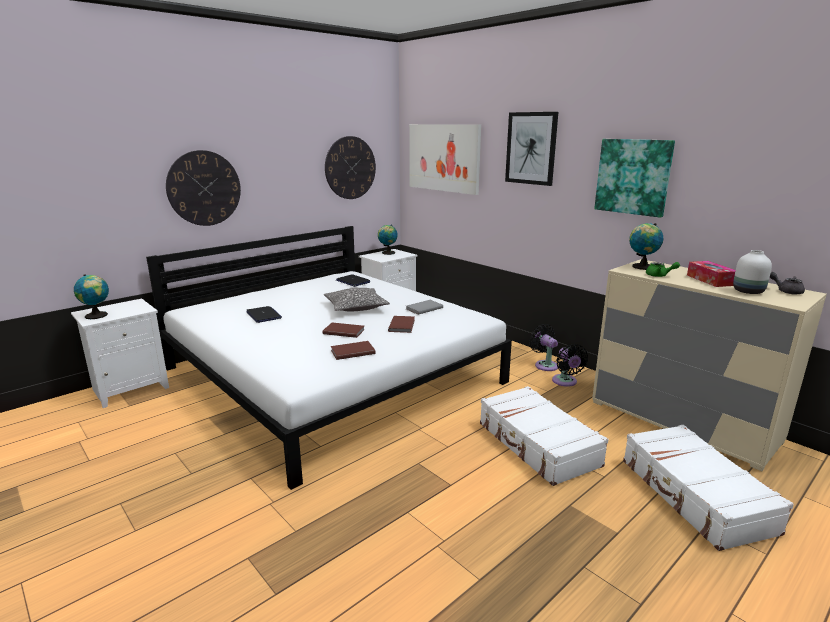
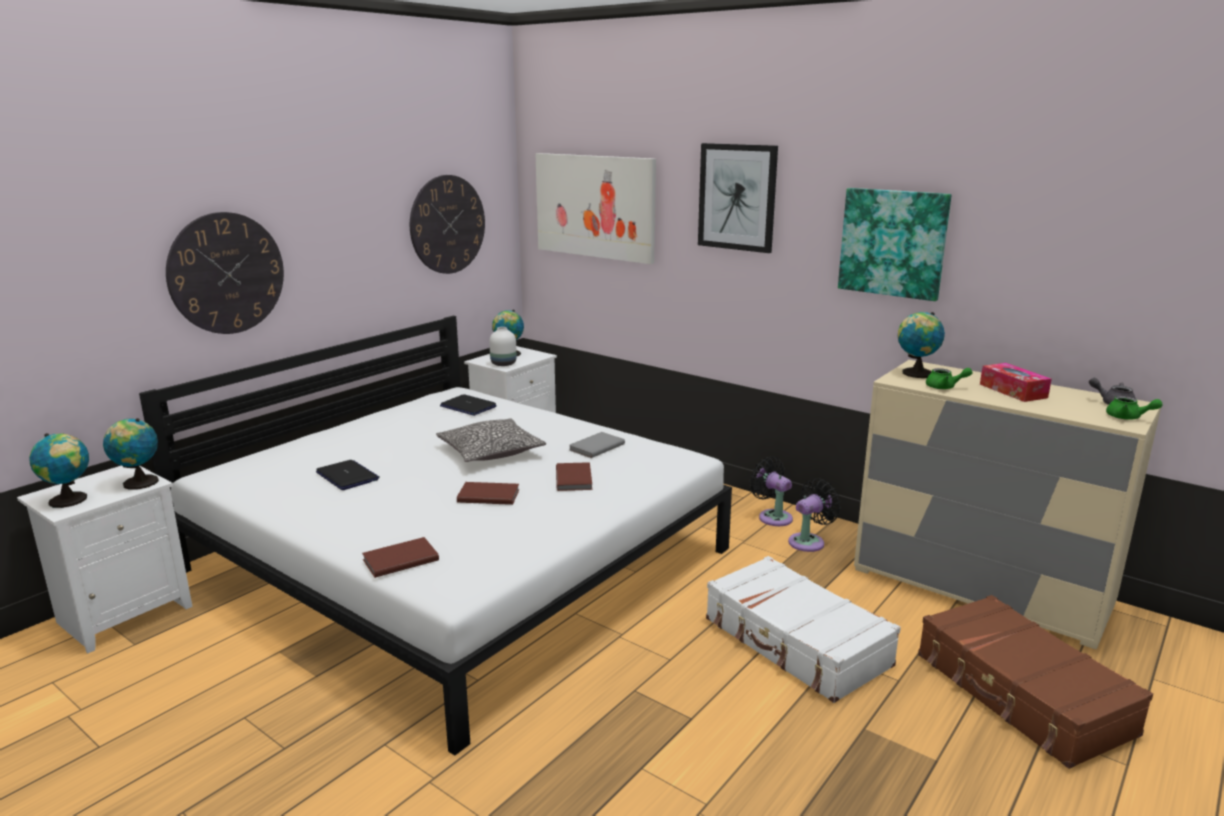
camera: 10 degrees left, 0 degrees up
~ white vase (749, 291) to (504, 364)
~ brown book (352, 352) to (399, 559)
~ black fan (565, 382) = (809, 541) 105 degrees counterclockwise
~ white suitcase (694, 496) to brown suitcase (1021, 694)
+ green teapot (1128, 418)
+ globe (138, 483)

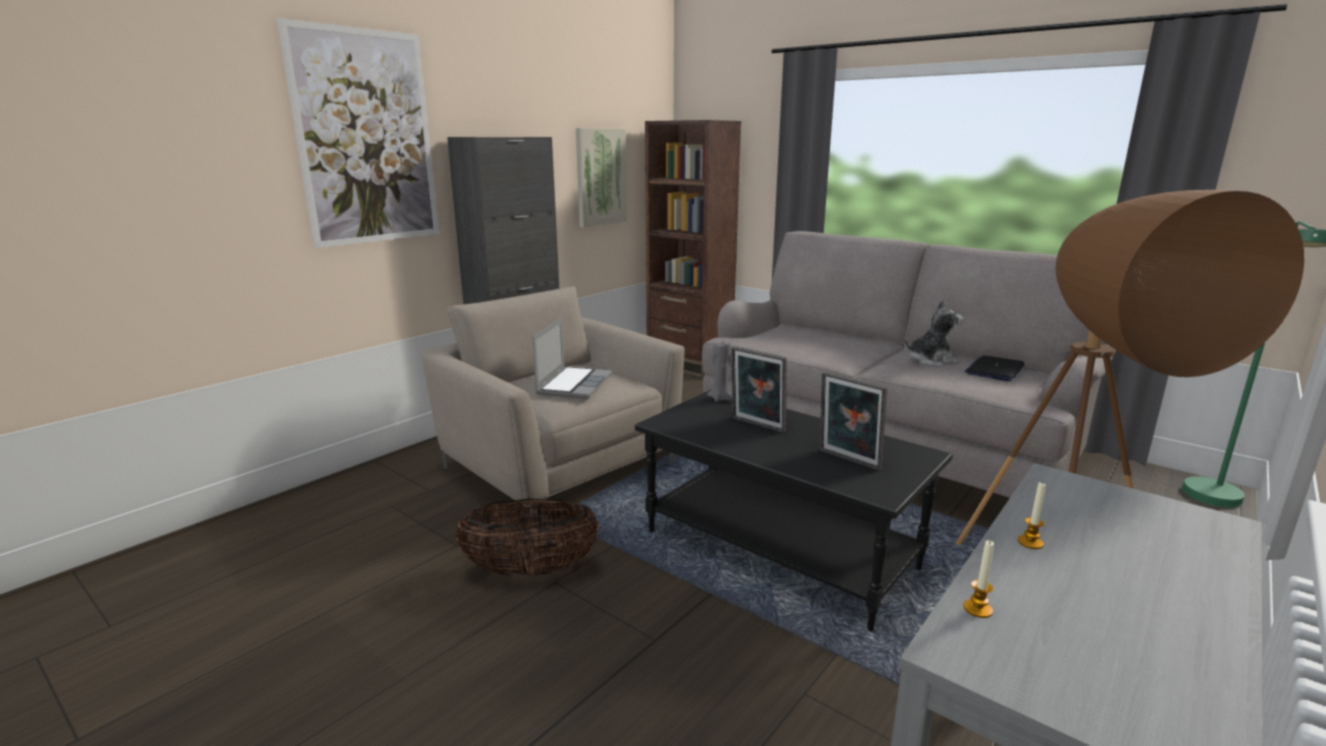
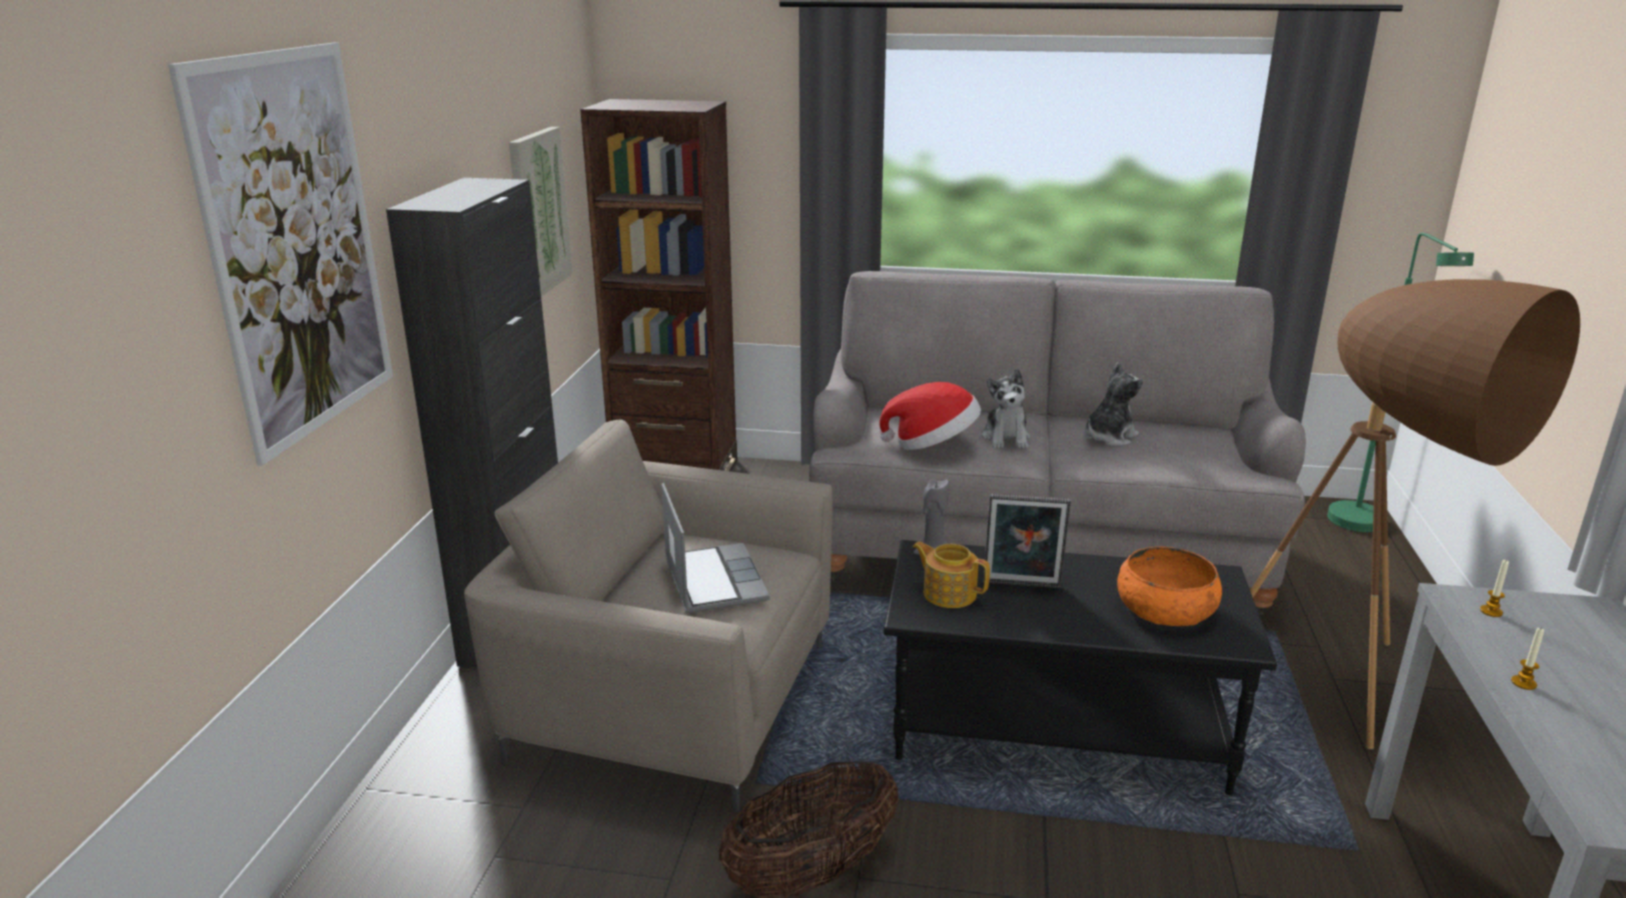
camera: 30 degrees left, 5 degrees up
- laptop (995, 370)
~ picture frame (847, 461) to orange bowl (1165, 609)
~ candle (977, 609) to (1491, 611)
+ plush toy (1006, 438)
+ hat (932, 444)
+ teapot (949, 593)

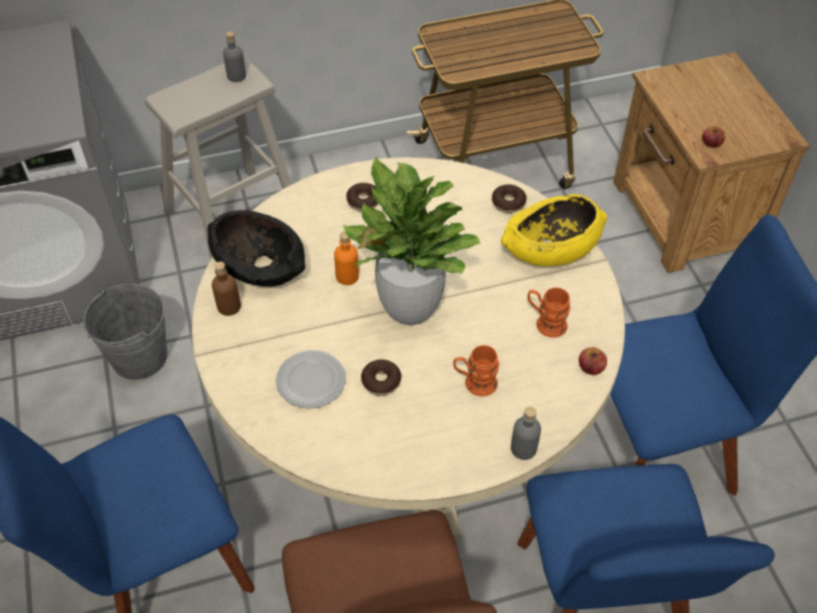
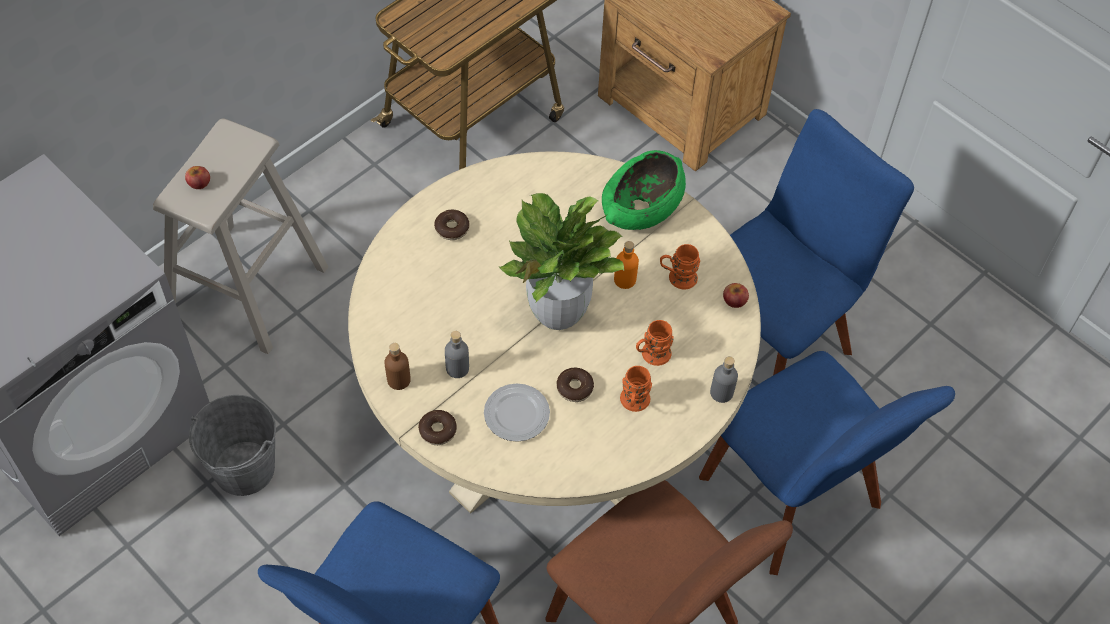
camera: 30 degrees left, 5 degrees up
~ grey bottle (236, 76) to (457, 368)
~ apple (711, 142) to (199, 182)
~ donut (508, 203) to (437, 430)
~ yellow bowl (551, 248) to green bowl (642, 207)
- black bowl (259, 265)
~ orange bottle (347, 276) to (625, 279)
+ orange mug (633, 403)

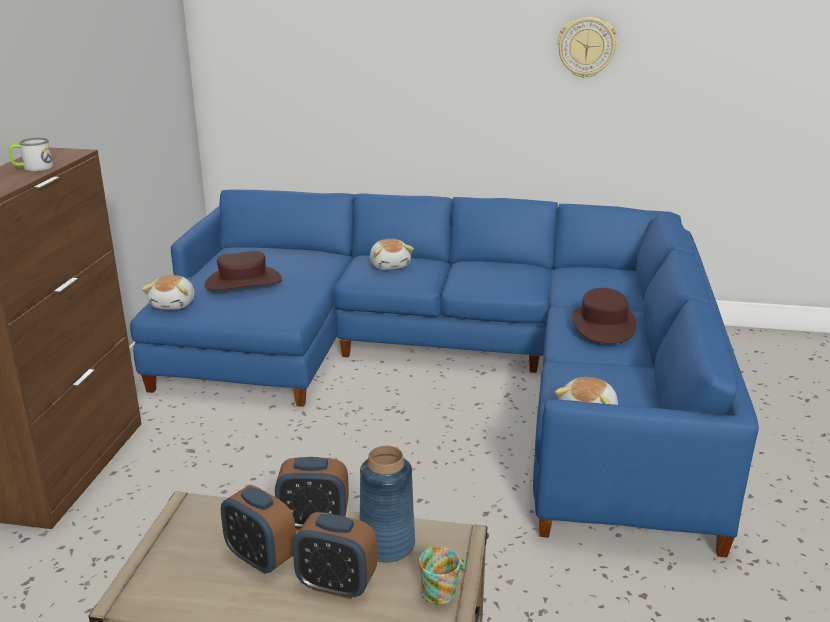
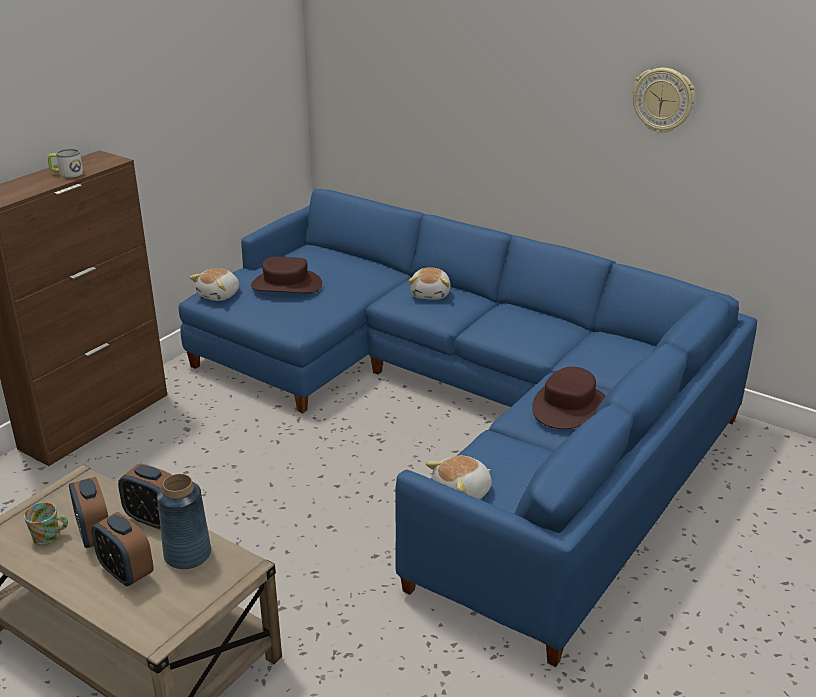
camera: 25 degrees right, 5 degrees up
~ mug (443, 590) to (50, 536)

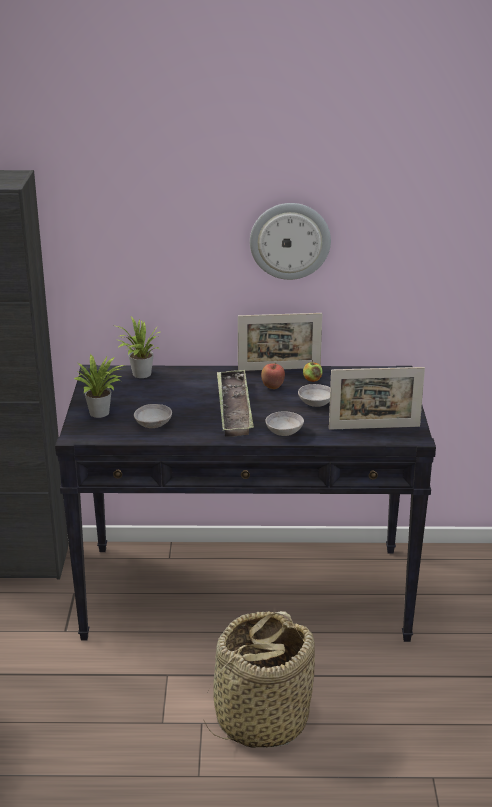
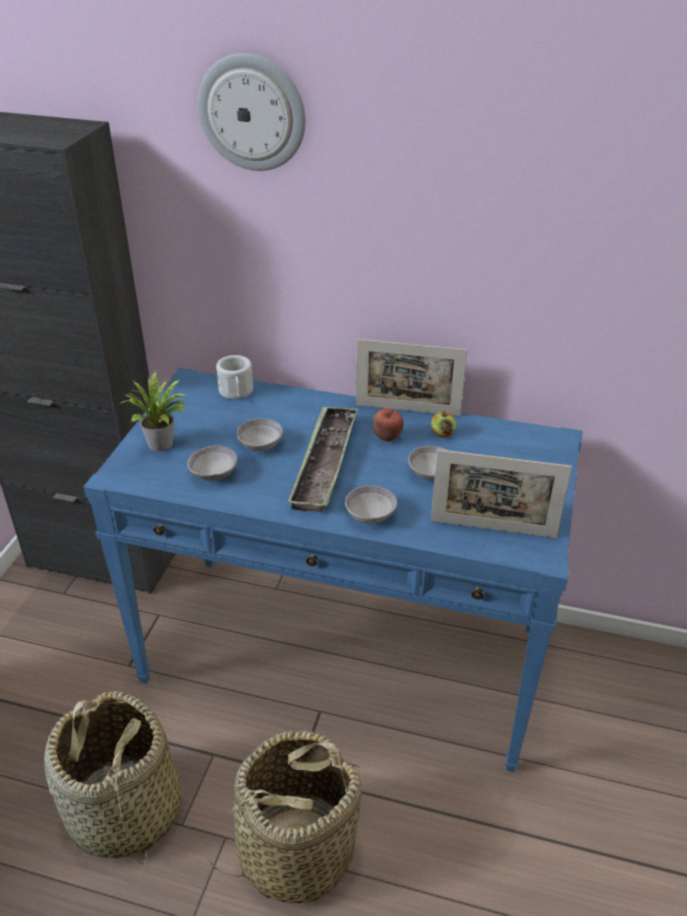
camera: 15 degrees right, 10 degrees up
~ wall clock (290, 240) to (252, 113)
~ potted plant (139, 374) to white mug (236, 392)
~ black console table (247, 592) to blue console table (344, 654)
+ grey bowl (260, 445)
+ basket (124, 811)

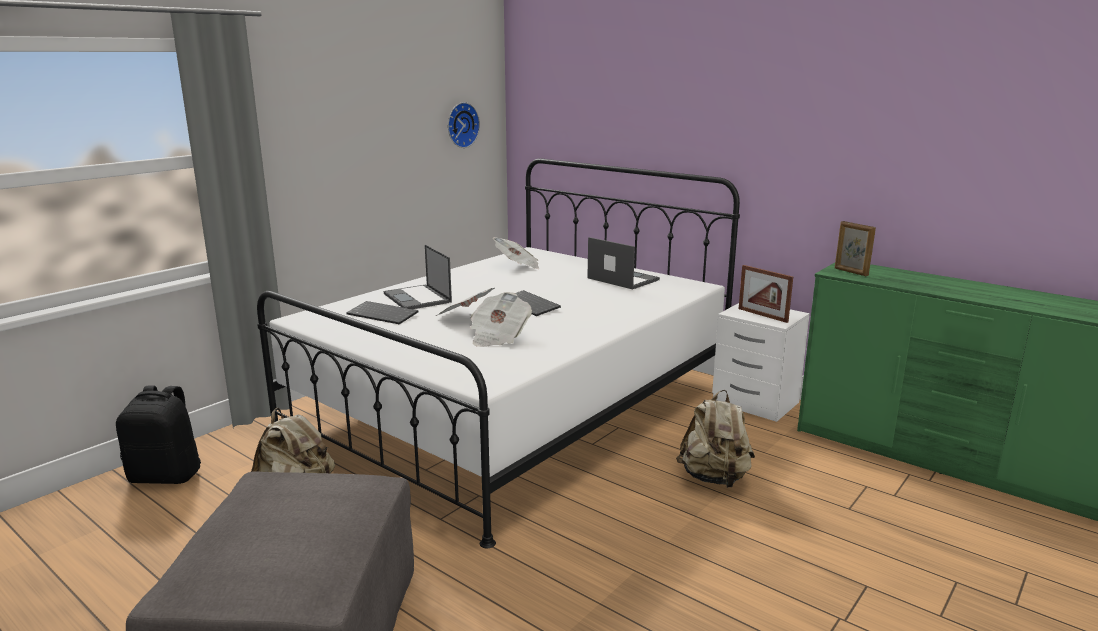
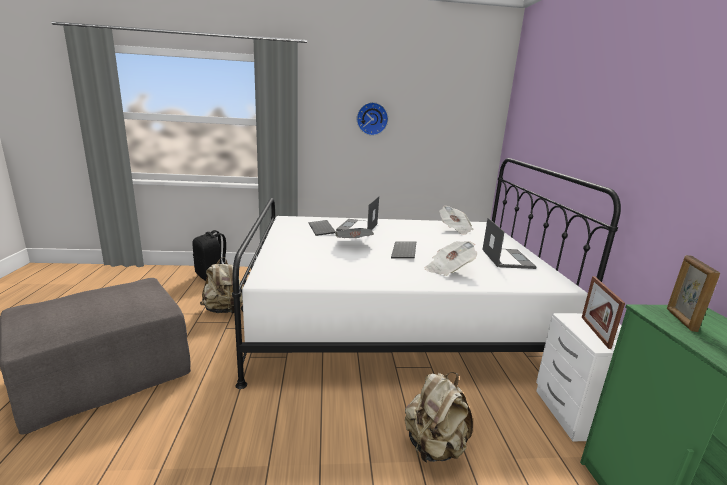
camera: 45 degrees right, 0 degrees up
~ wall clock (461, 125) to (372, 119)
~ newspaper (498, 337) to (448, 270)

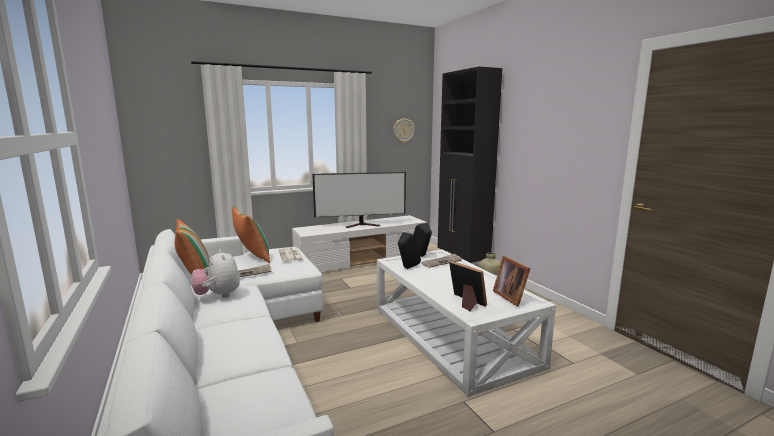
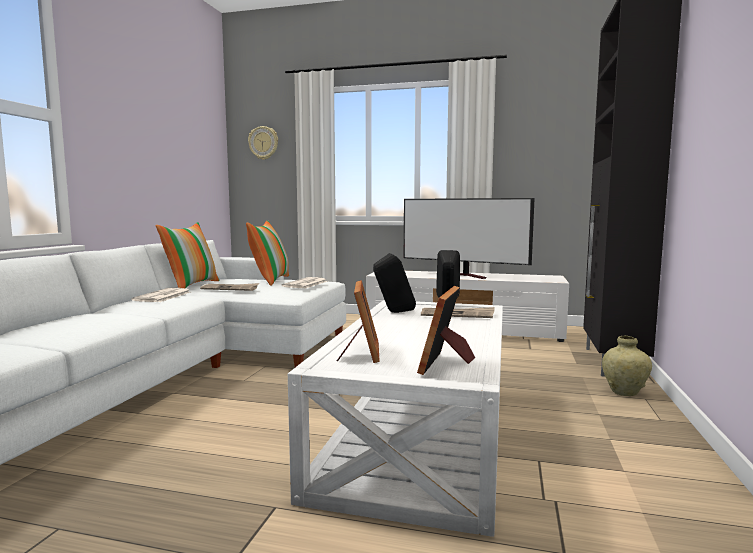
camera: 40 degrees right, 5 degrees down
~ wall clock (403, 130) to (263, 143)
~ plush toy (218, 296) to newspaper (163, 296)

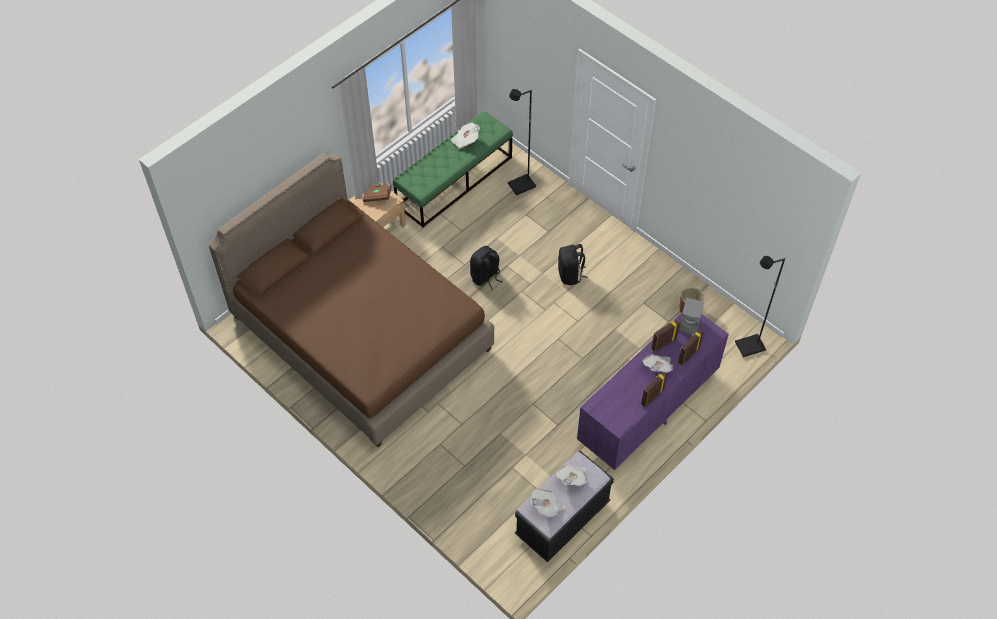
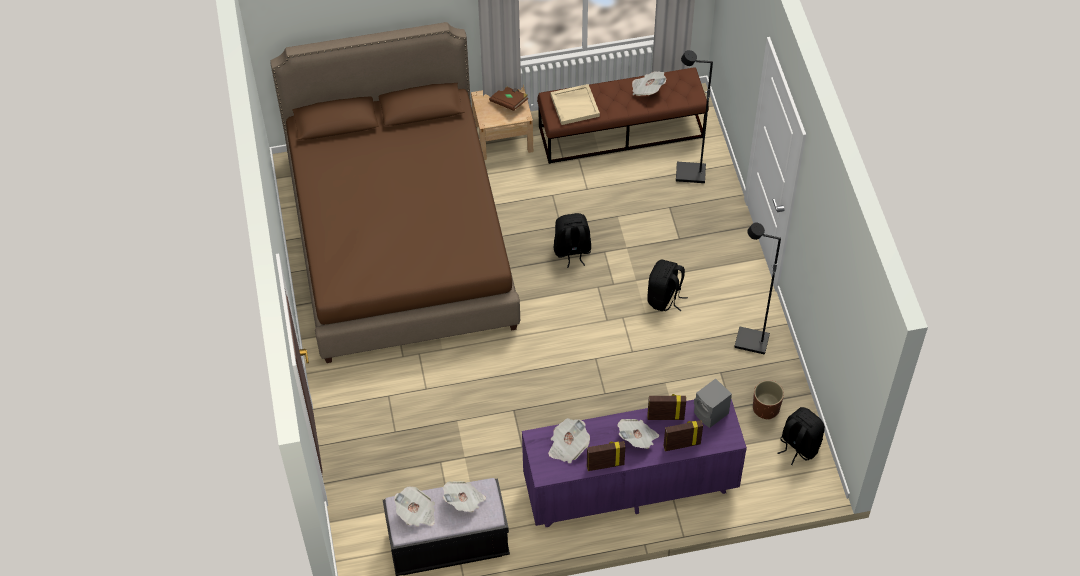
camera: 35 degrees right, 0 degrees up
~ green bench (455, 181) to brown bench (622, 131)
~ black floor lamp (750, 347) to (751, 342)
+ beige tray (575, 105)
+ black backpack (798, 446)
+ newspaper (567, 446)

